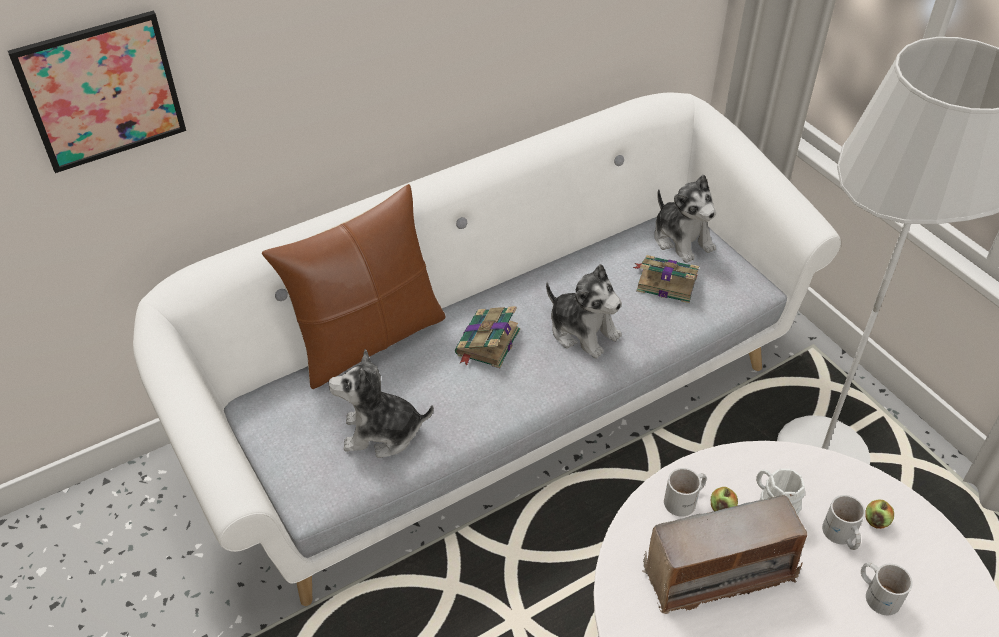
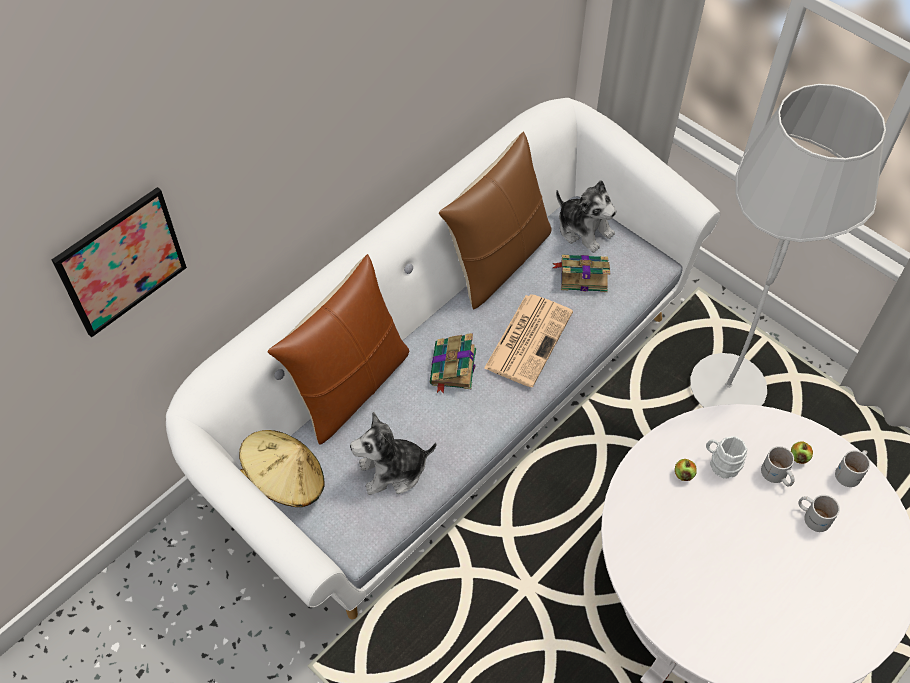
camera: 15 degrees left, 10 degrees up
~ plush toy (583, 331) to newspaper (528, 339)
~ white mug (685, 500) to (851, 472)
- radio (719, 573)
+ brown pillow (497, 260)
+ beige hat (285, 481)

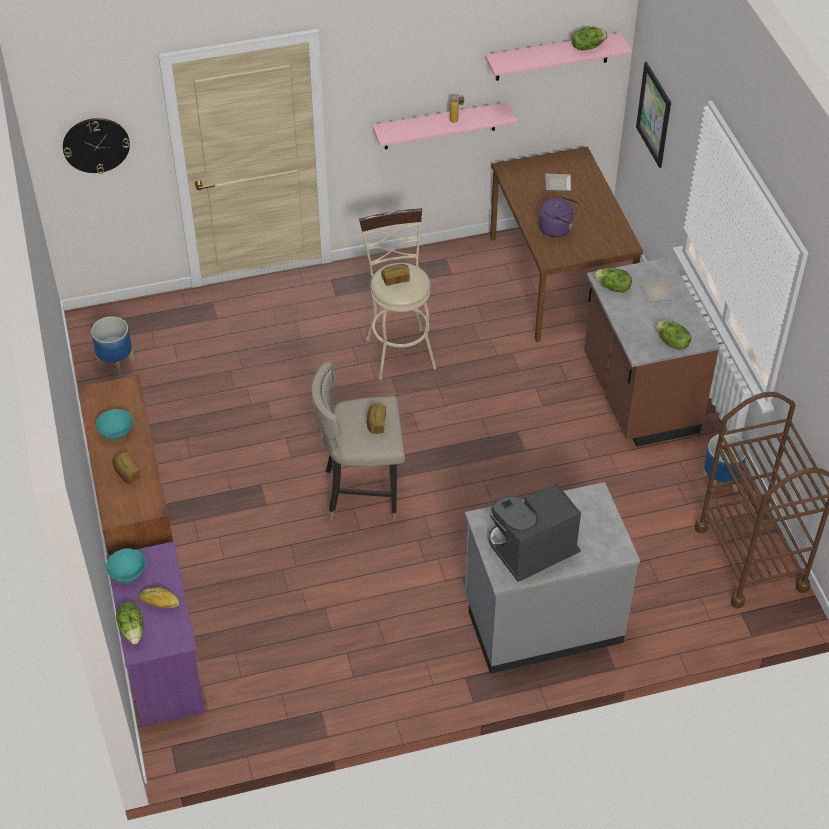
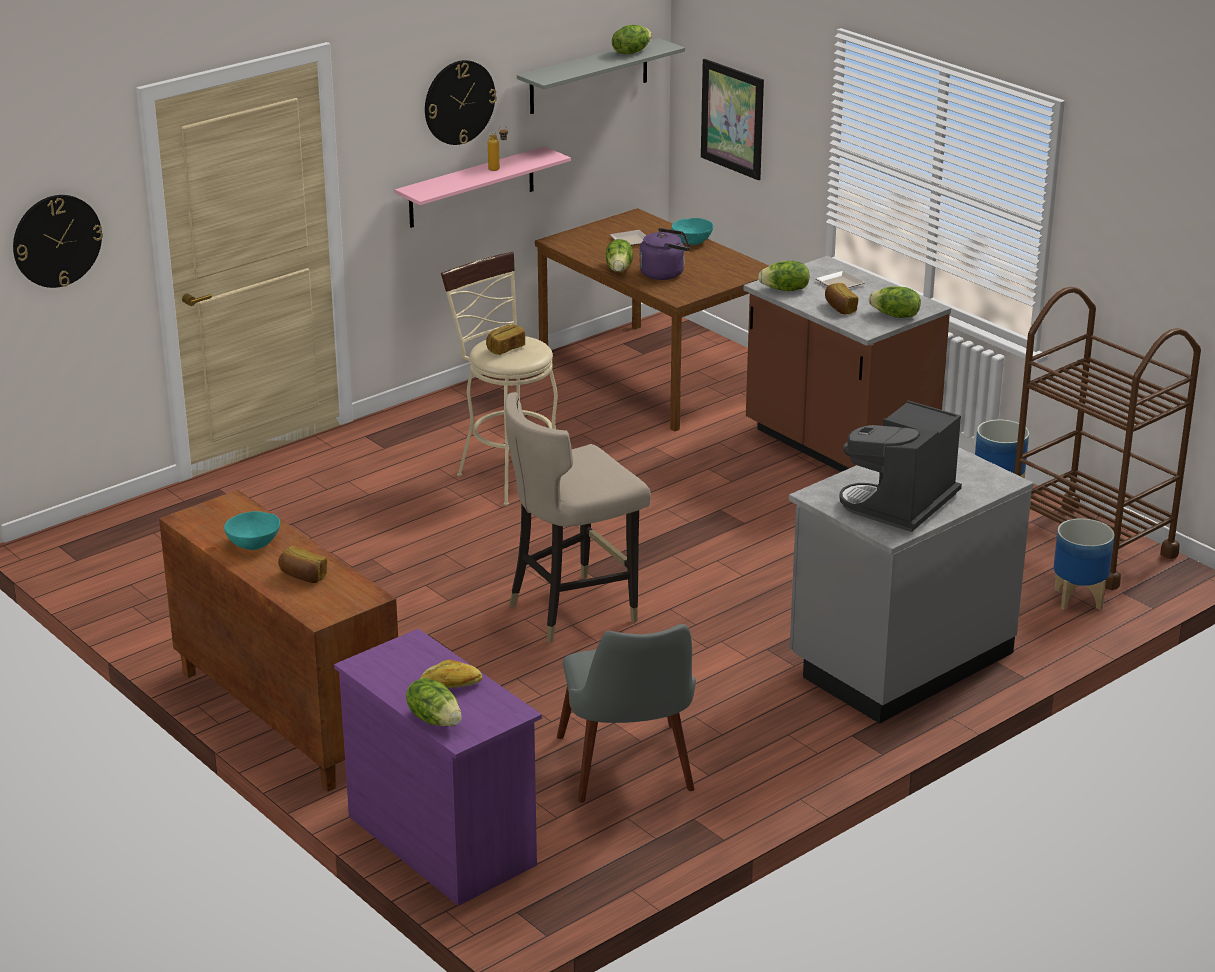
camera: 25 degrees left, 20 degrees down
~ pink shelf (552, 57) to grey shelf (589, 76)
~ planter (116, 364) to (1077, 599)
~ bread (376, 424) to (839, 308)
~ turquoise bowl (127, 573) to (692, 241)
+ wall clock (459, 102)
+ lettuce (619, 269)
+ grey chair (630, 774)

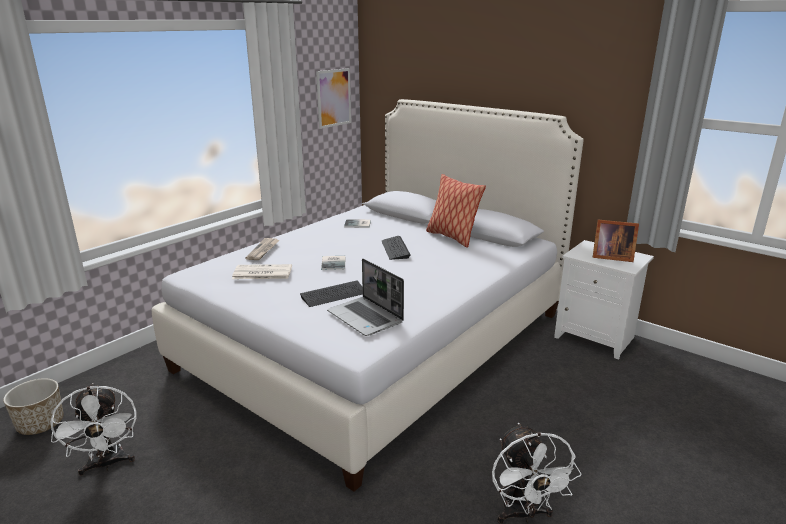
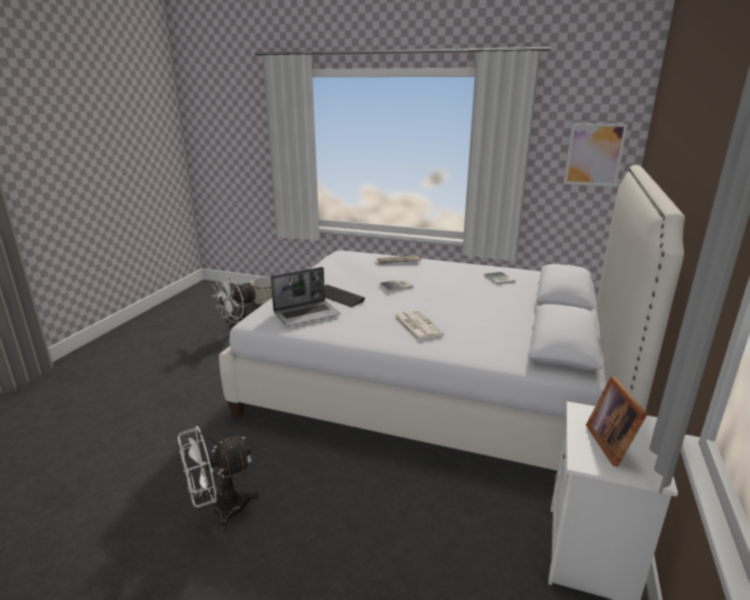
camera: 70 degrees right, 0 degrees up
- pillow (452, 237)
- keyboard (395, 249)
~ laptop (366, 317) = (307, 314) 150 degrees counterclockwise
~ newspaper (261, 273) to (416, 325)

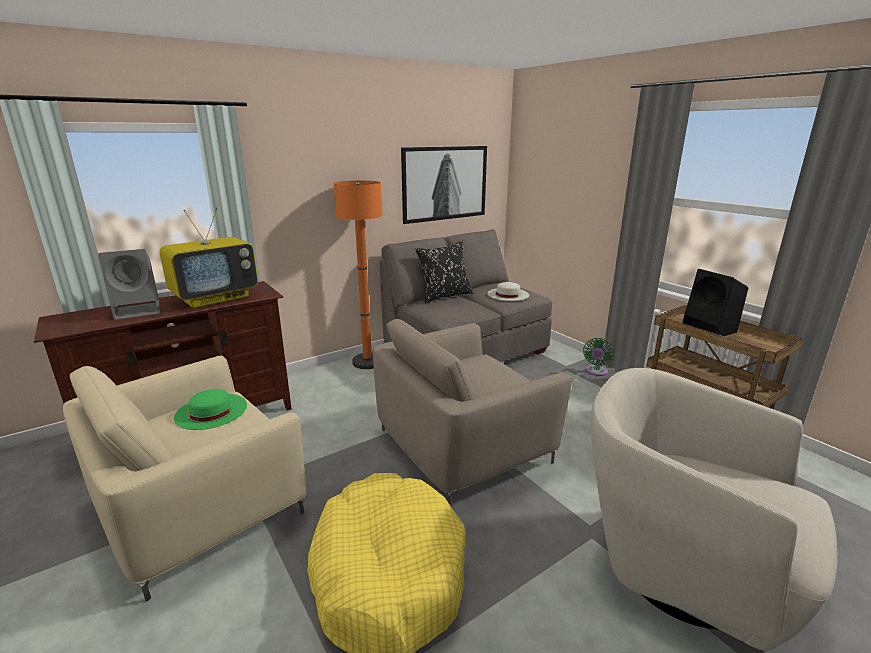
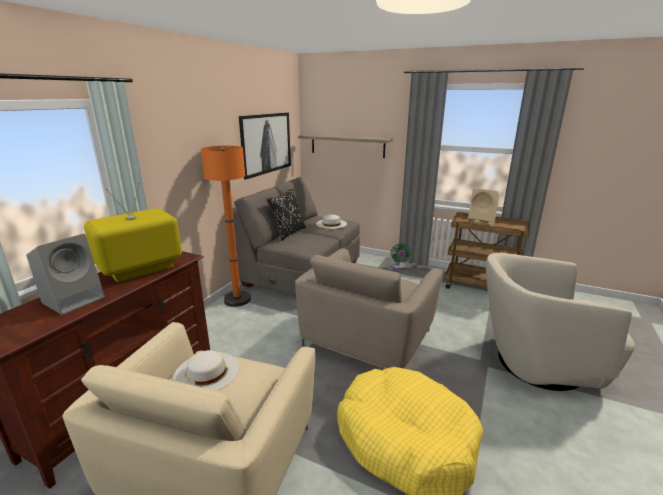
camera: 30 degrees left, 0 degrees up
~ television (216, 298) = (140, 270) 150 degrees counterclockwise
~ black speaker (710, 330) to beige speaker (481, 224)
~ green hat (211, 411) to white hat (206, 372)
+ shelf (347, 145)

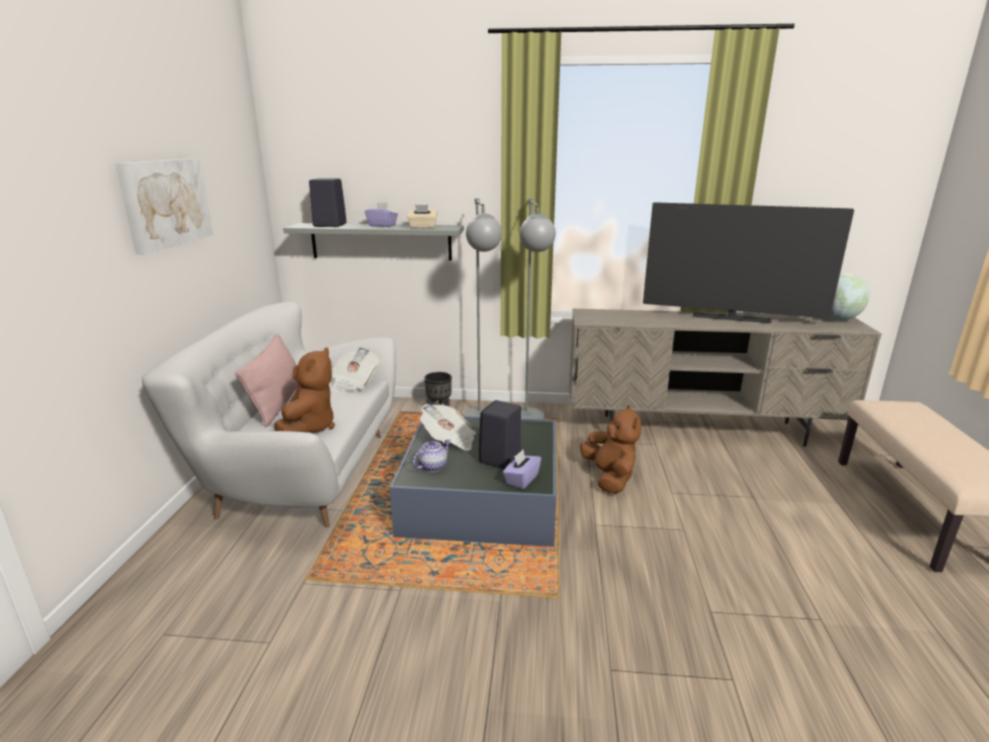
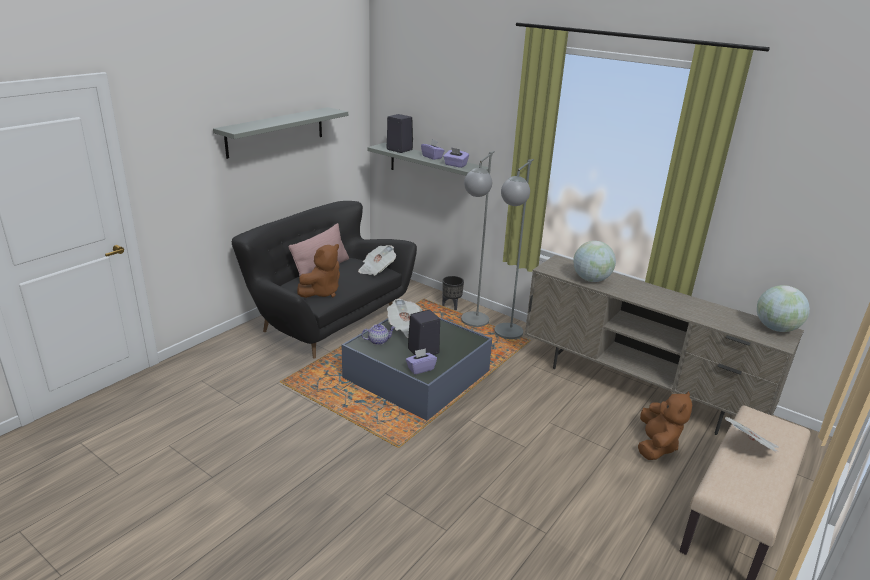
camera: 30 degrees right, 5 degrees up
~ picture (166, 203) to grey shelf (276, 132)
- television (731, 318)
~ beige tissue box (422, 227) to purple tissue box (455, 165)
~ white sofa (301, 472) to black sofa (327, 320)
~ brown plush toy (609, 478) to (656, 445)
+ globe (591, 280)
+ newspaper (750, 447)

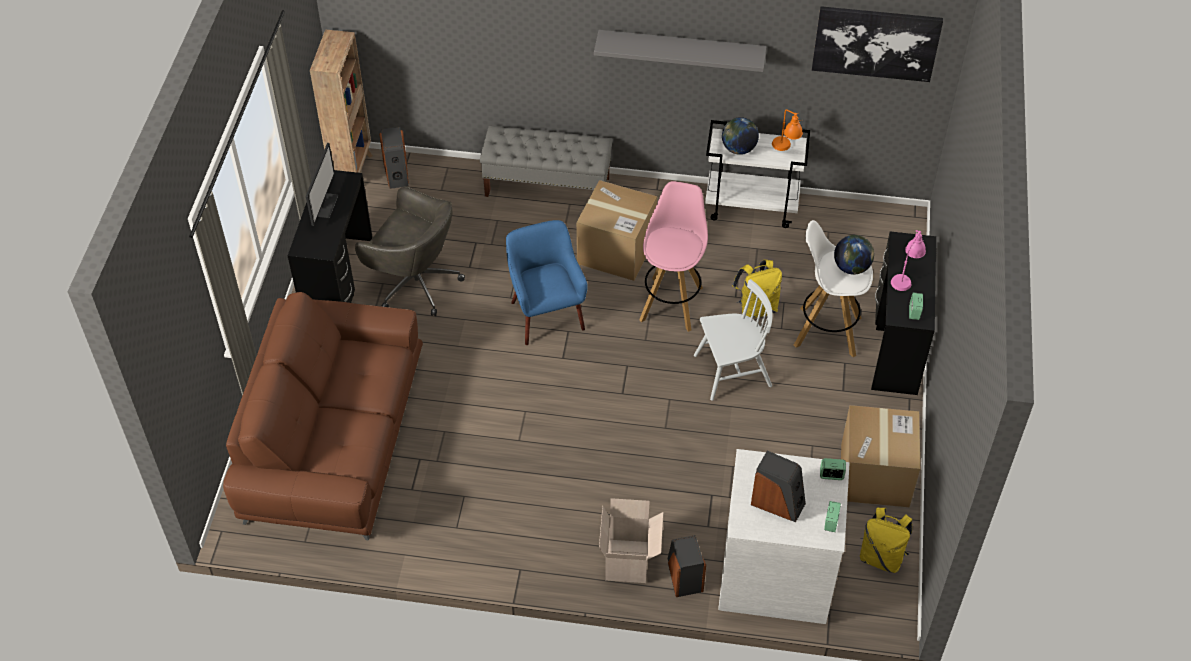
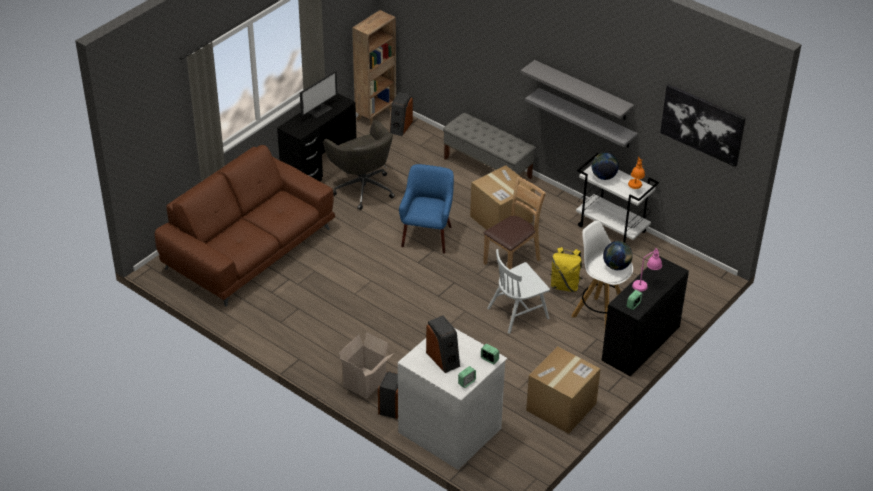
camera: 30 degrees right, 10 degrees down
~ pink stool (671, 303) to brown chair (512, 261)
~ white chair (732, 371) = (518, 313) 135 degrees clockwise
- yellow backpack (881, 556)
+ grey shelf (586, 118)

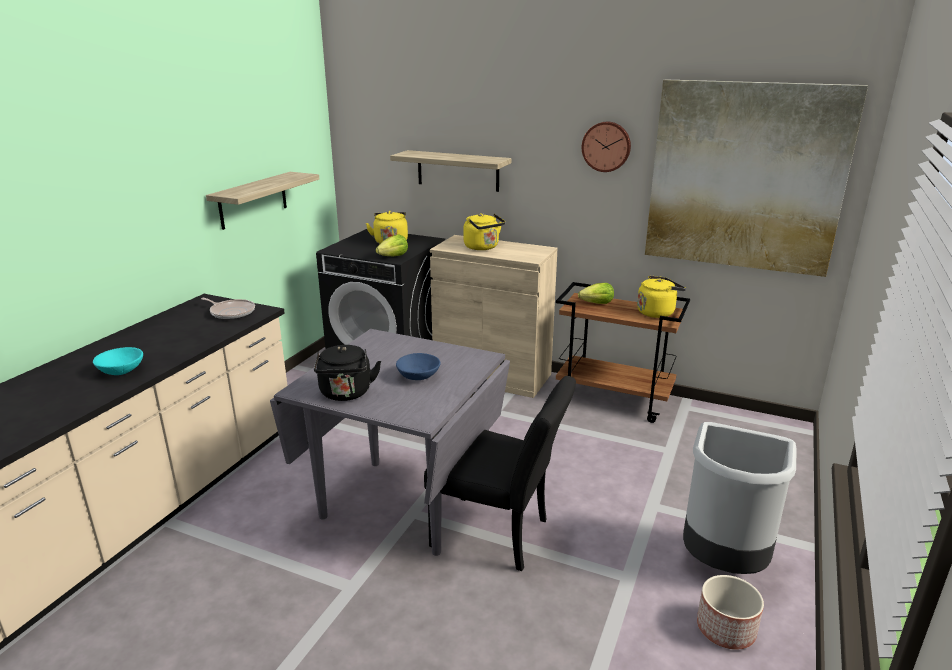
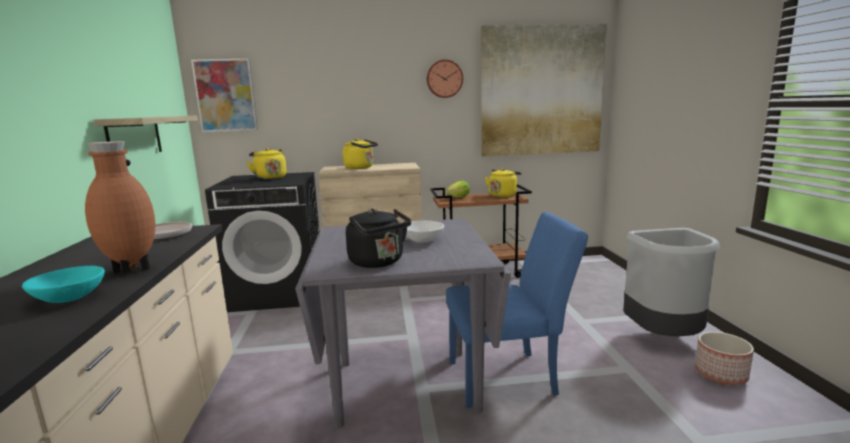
camera: 30 degrees left, 10 degrees down
- shelf (458, 170)
- lettuce (393, 257)
~ blue bowl (418, 376) to white bowl (422, 240)
~ black chair (499, 535) to blue chair (510, 377)
+ picture (226, 95)
+ brown vase (131, 270)

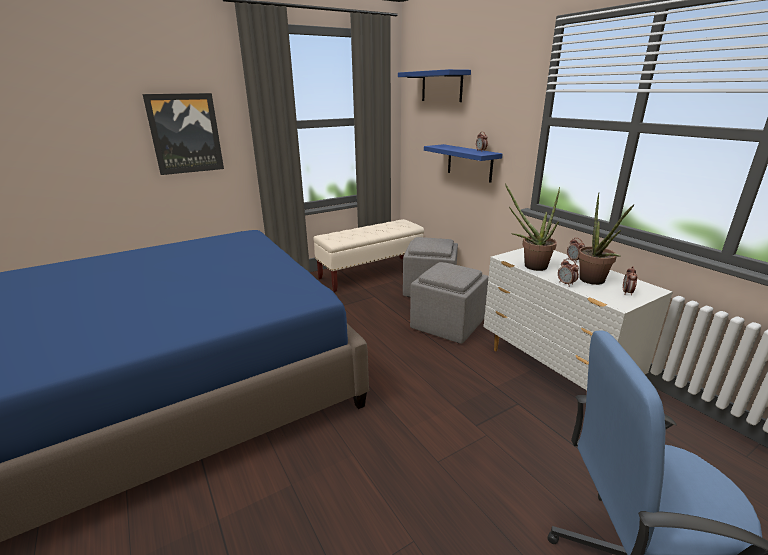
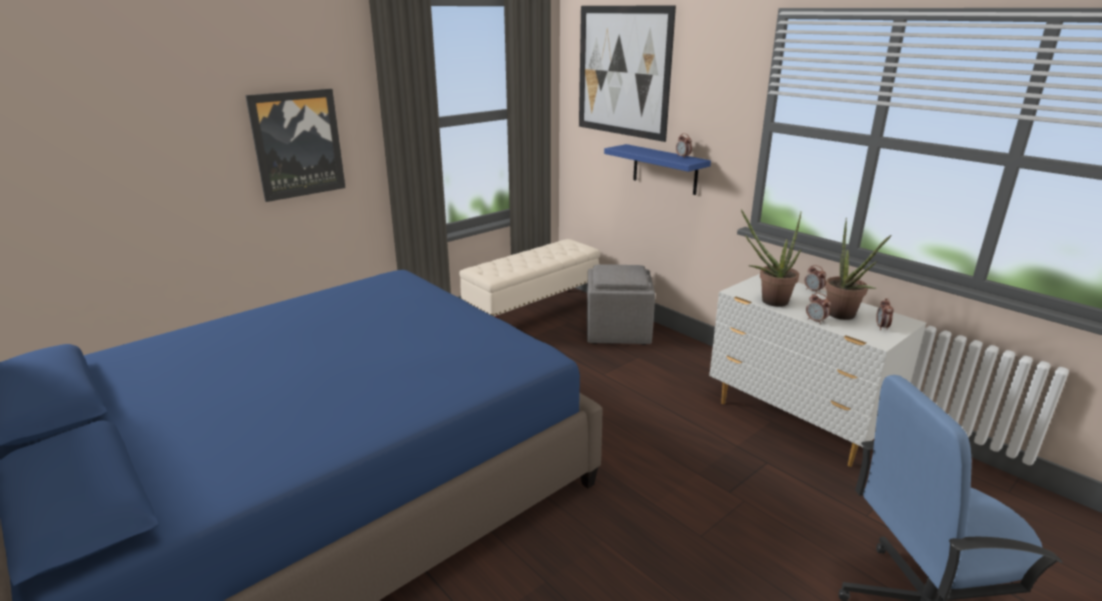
camera: 10 degrees left, 0 degrees up
~ blue shelf (441, 86) to picture (623, 72)
- grey ottoman (448, 325)

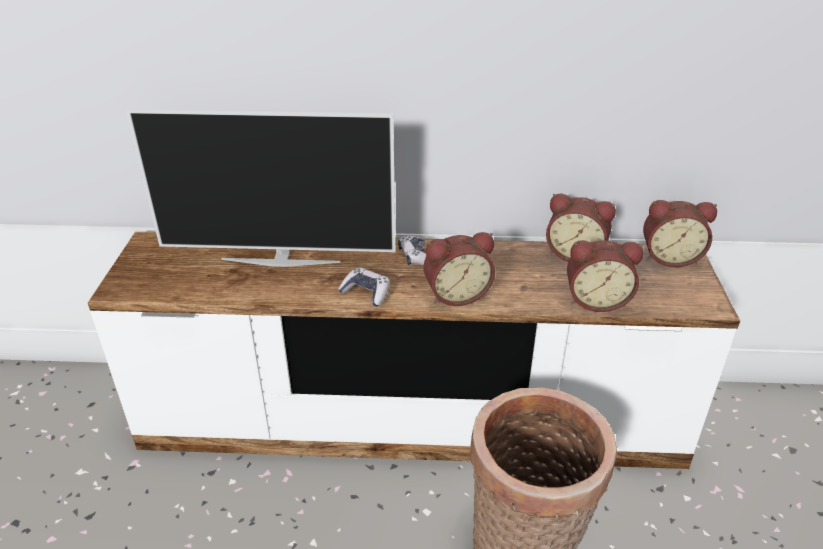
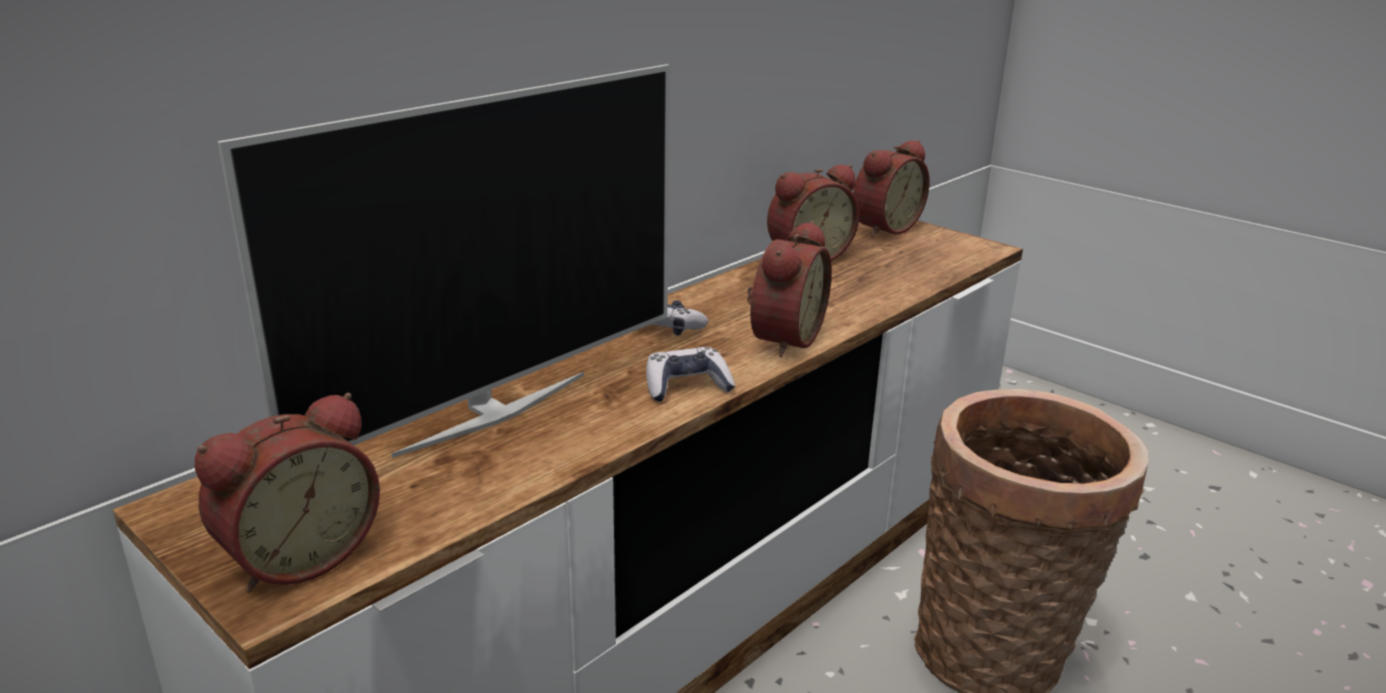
camera: 50 degrees left, 10 degrees down
~ alarm clock (596, 300) to (298, 556)

